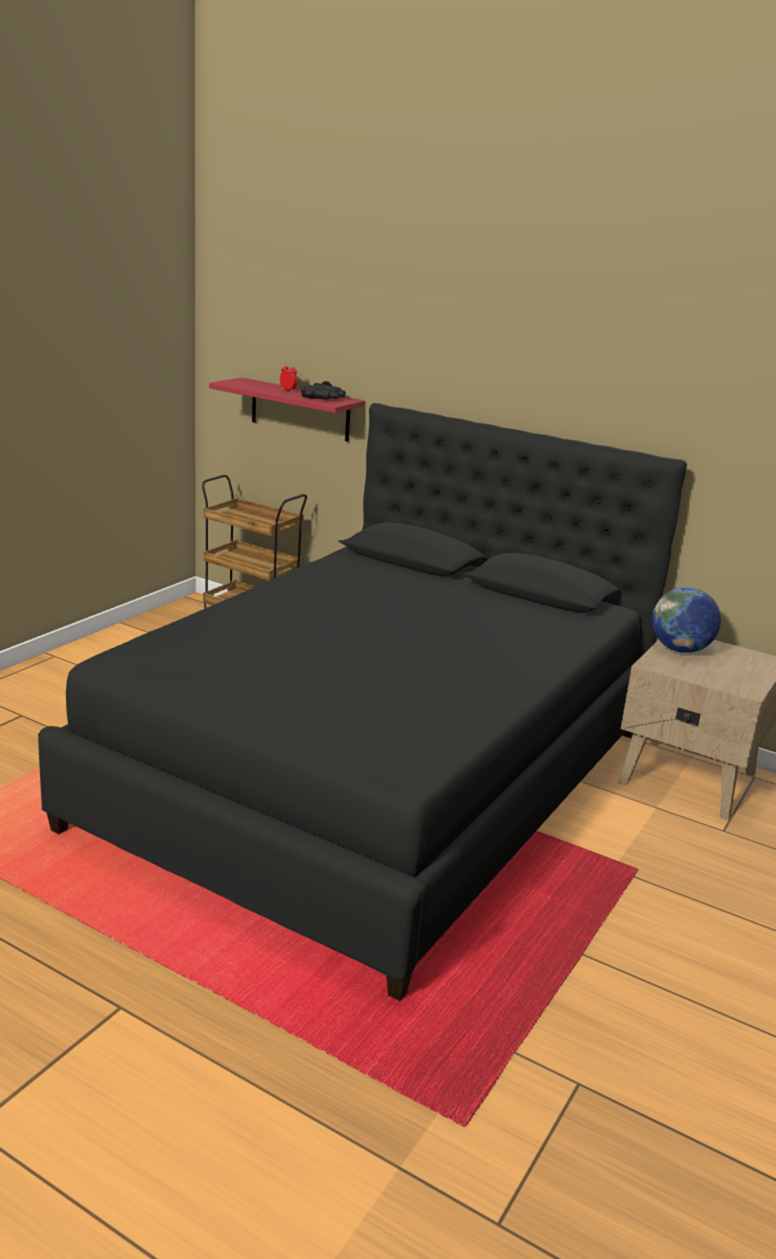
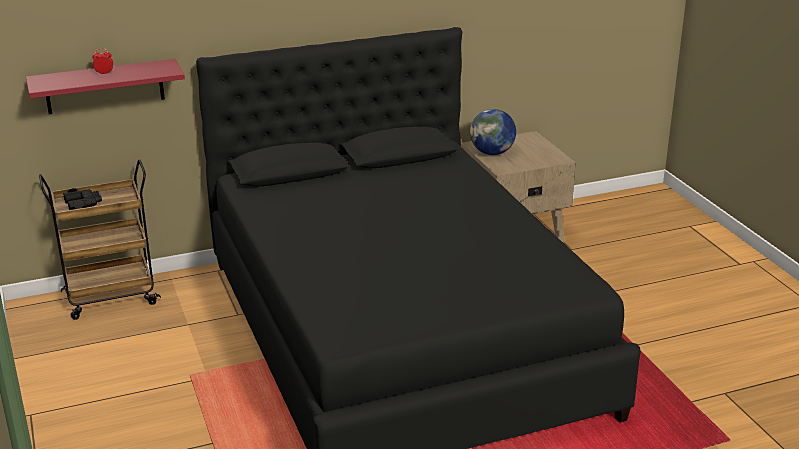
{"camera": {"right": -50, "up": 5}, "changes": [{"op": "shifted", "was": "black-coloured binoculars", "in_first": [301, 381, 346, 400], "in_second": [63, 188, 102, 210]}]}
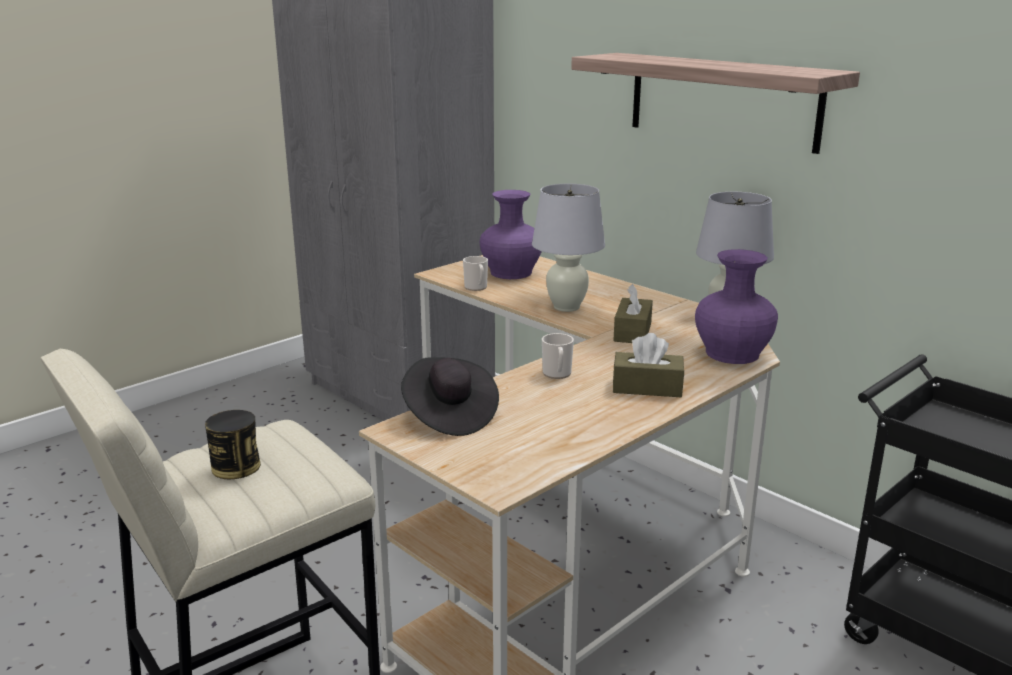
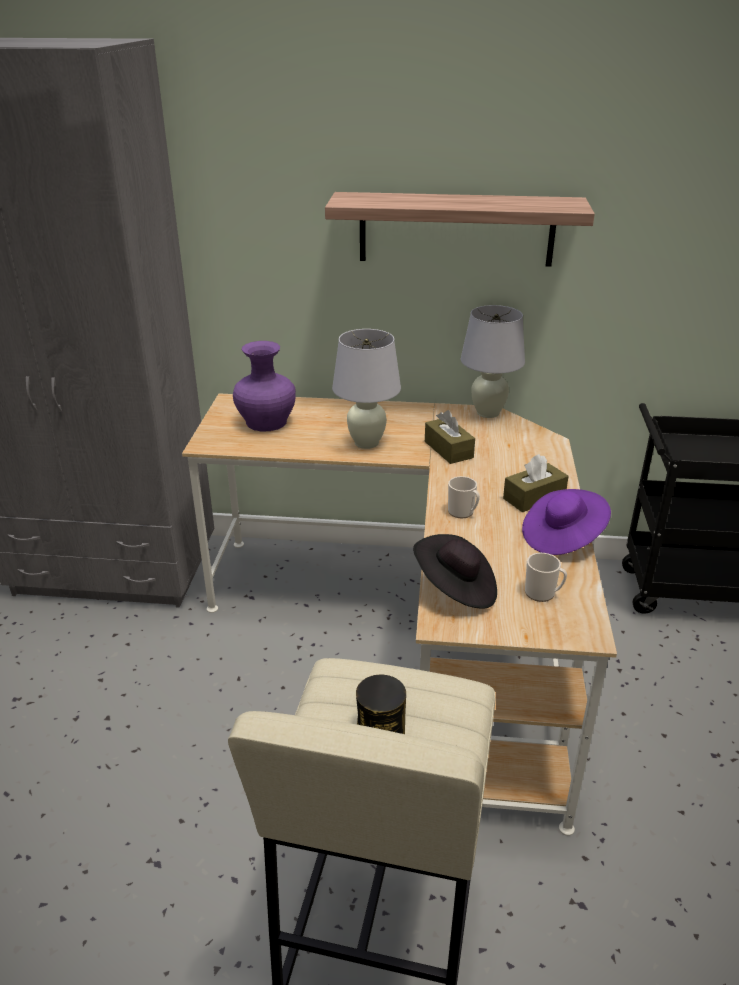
{"camera": {"right": -40, "up": 10}, "changes": [{"op": "new", "now": "purple-coloured hat", "in_second": [522, 489, 611, 555]}, {"op": "shifted", "was": "tea mug", "in_first": [463, 256, 488, 291], "in_second": [525, 553, 567, 602]}, {"op": "gone", "was": "purple-coloured vase", "in_first": [695, 249, 778, 364]}]}
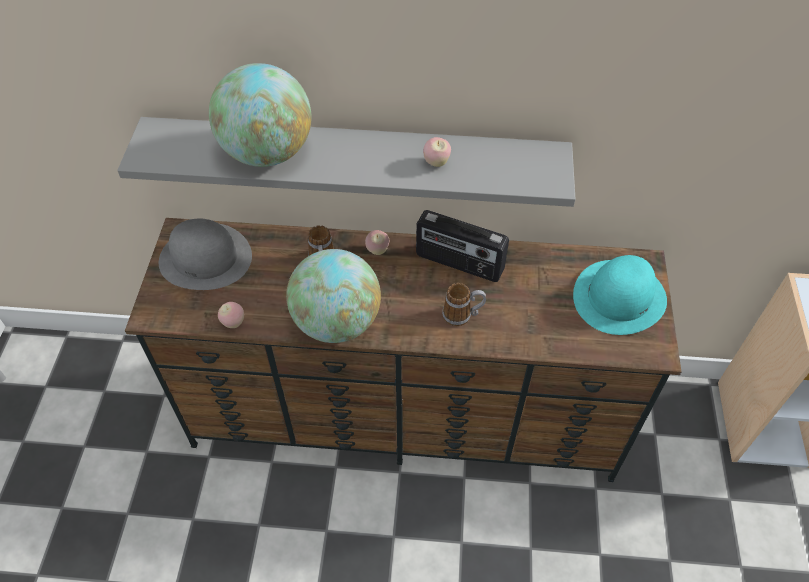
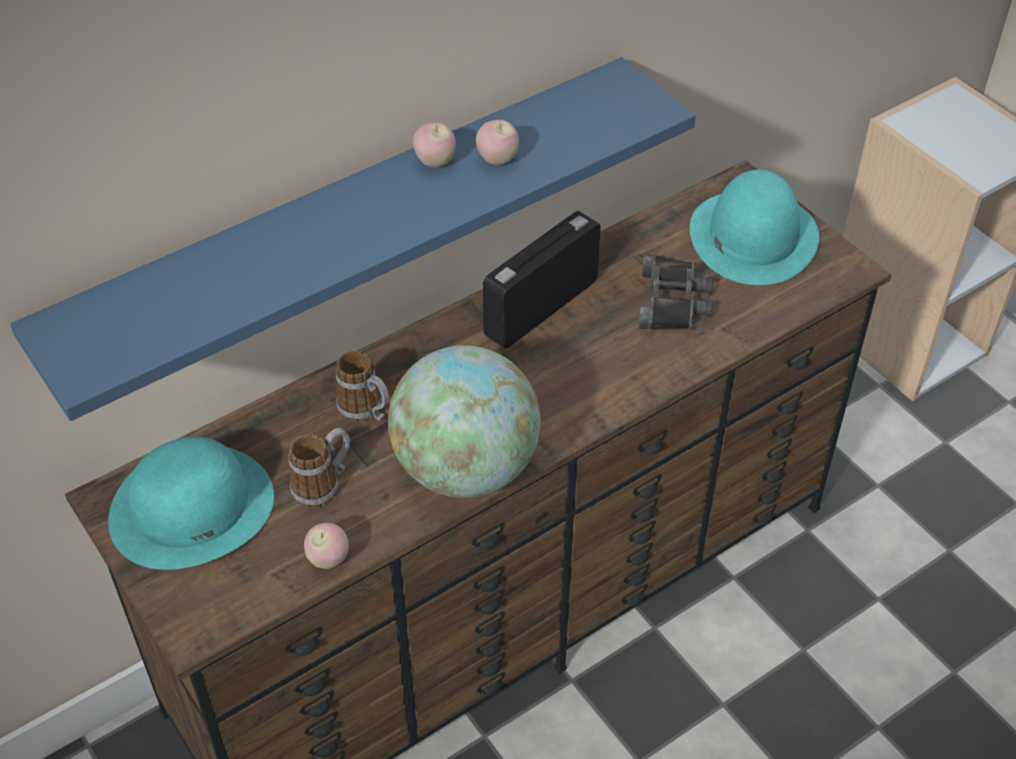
{"camera": {"right": -40, "up": -5}, "changes": [{"op": "repainted", "was": "gray shelf", "now": "blue shelf", "in_first": [117, 117, 575, 207], "in_second": [10, 57, 696, 421]}, {"op": "repainted", "was": "gray hat", "now": "turquoise hat", "in_first": [159, 219, 252, 290], "in_second": [108, 437, 274, 570]}, {"op": "shifted", "was": "tea mug", "in_first": [442, 283, 486, 326], "in_second": [289, 428, 350, 508]}, {"op": "shifted", "was": "apple", "in_first": [365, 230, 389, 255], "in_second": [413, 122, 456, 167]}, {"op": "rotated", "was": "radio", "in_first": [416, 210, 509, 282], "in_second": [483, 211, 601, 349], "clockwise": 150}, {"op": "new", "now": "black-coloured binoculars", "in_second": [639, 254, 713, 329]}, {"op": "gone", "was": "desk globe", "in_first": [209, 63, 311, 167]}]}
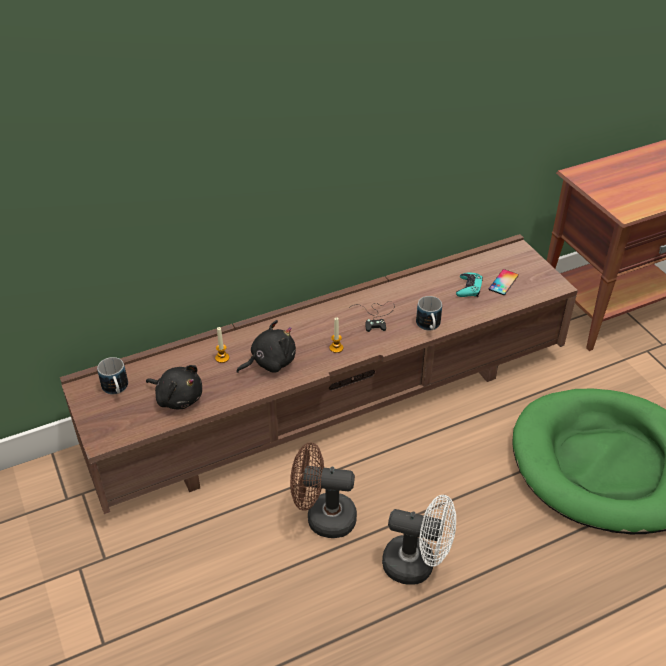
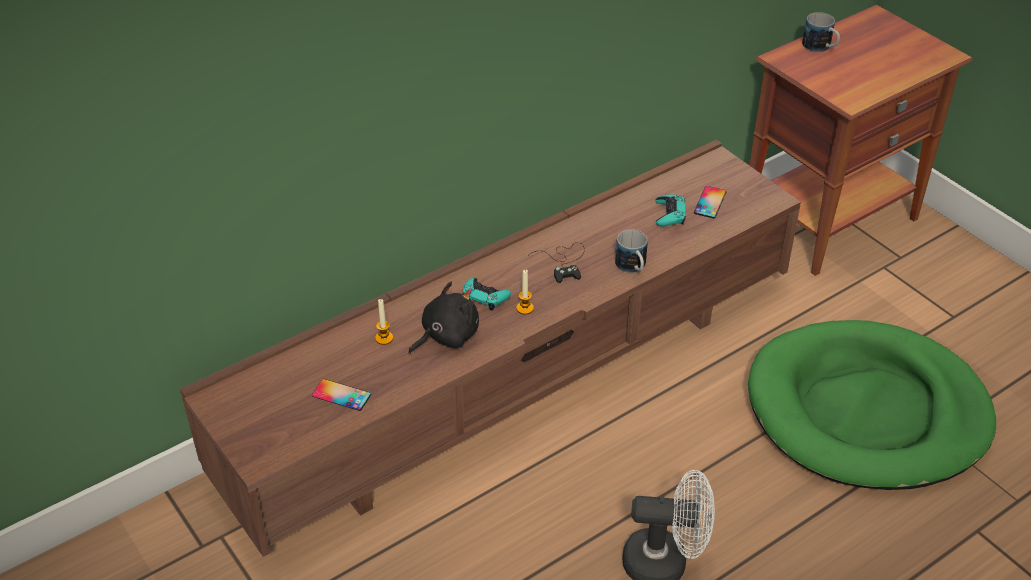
{"camera": {"right": -10, "up": 0}, "changes": [{"op": "swapped", "was": "black-coloured cuddly toy", "now": "phone", "in_first": [146, 365, 202, 409], "in_second": [312, 379, 371, 411]}, {"op": "new", "now": "turquoise gamepad", "in_second": [463, 278, 511, 311]}, {"op": "shifted", "was": "tea mug", "in_first": [97, 357, 128, 394], "in_second": [802, 12, 840, 52]}, {"op": "gone", "was": "brown-coloured cooling fan", "in_first": [290, 442, 357, 538]}]}
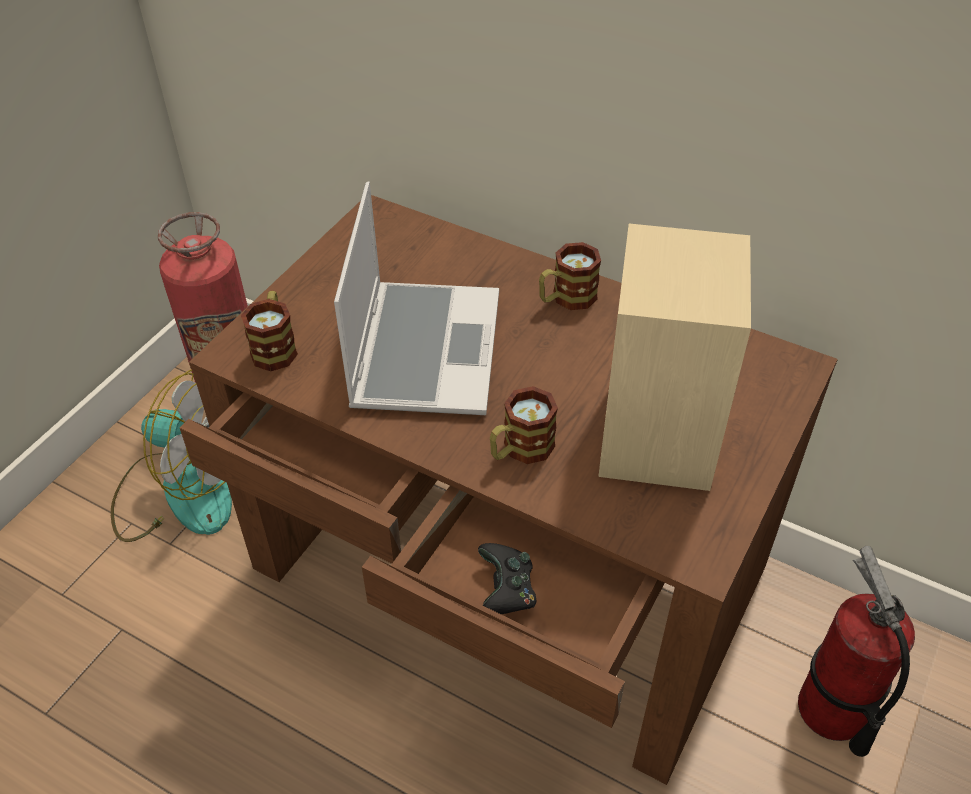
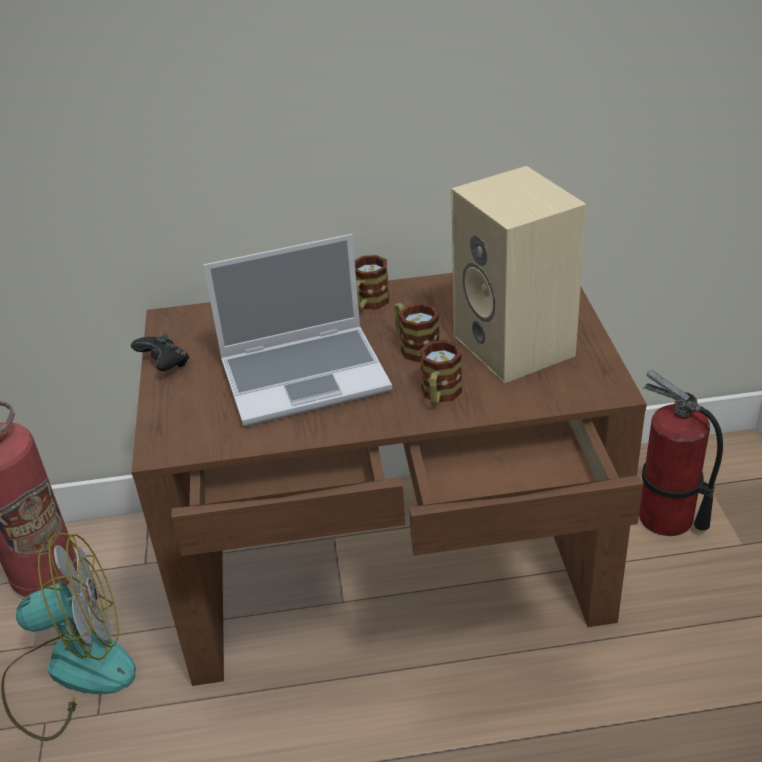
{"camera": {"right": -35, "up": -10}, "changes": [{"op": "shifted", "was": "black-coloured gamepad", "in_first": [478, 543, 536, 614], "in_second": [131, 334, 189, 371]}, {"op": "rotated", "was": "portable computer", "in_first": [334, 181, 499, 415], "in_second": [203, 234, 392, 426], "clockwise": 105}, {"op": "shifted", "was": "tea mug", "in_first": [241, 291, 298, 371], "in_second": [394, 303, 440, 363]}]}
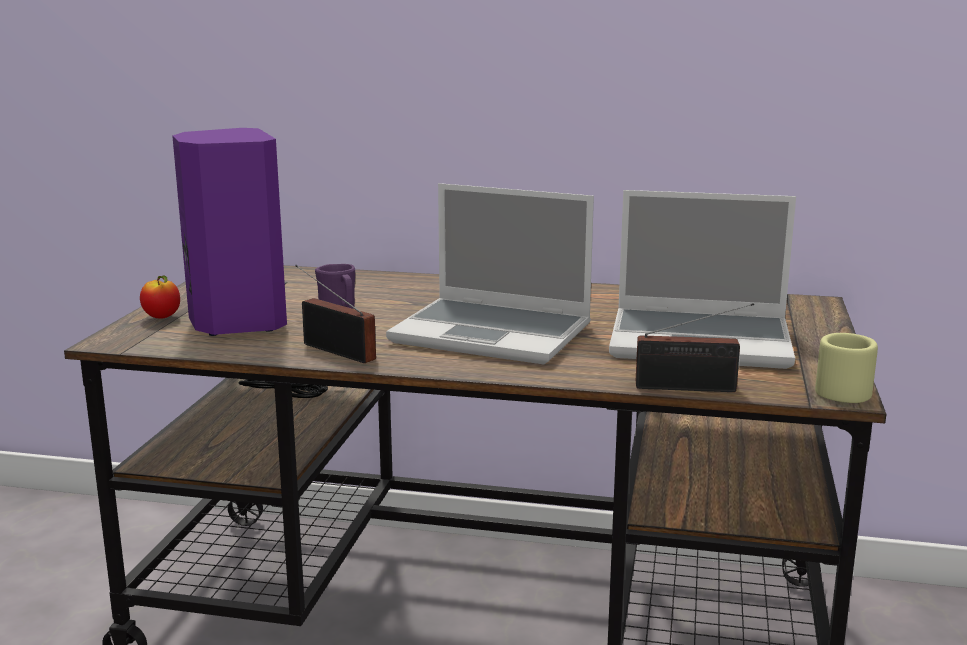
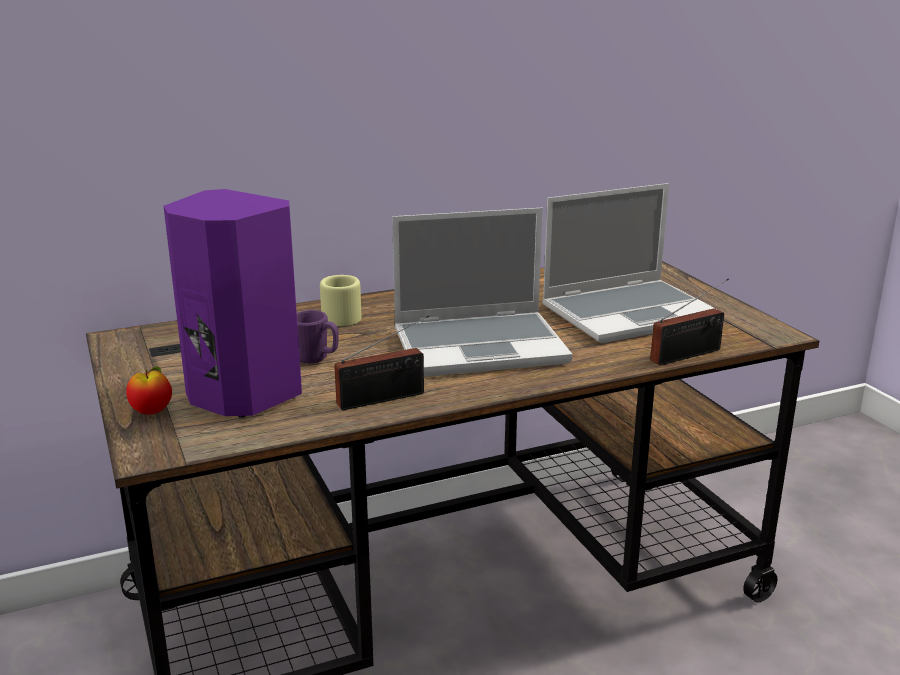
{"camera": {"right": -35, "up": 5}, "changes": [{"op": "shifted", "was": "beige-coloured tea mug", "in_first": [815, 333, 878, 403], "in_second": [320, 275, 362, 326]}, {"op": "rotated", "was": "radio", "in_first": [295, 265, 376, 363], "in_second": [334, 315, 429, 410], "clockwise": 150}]}
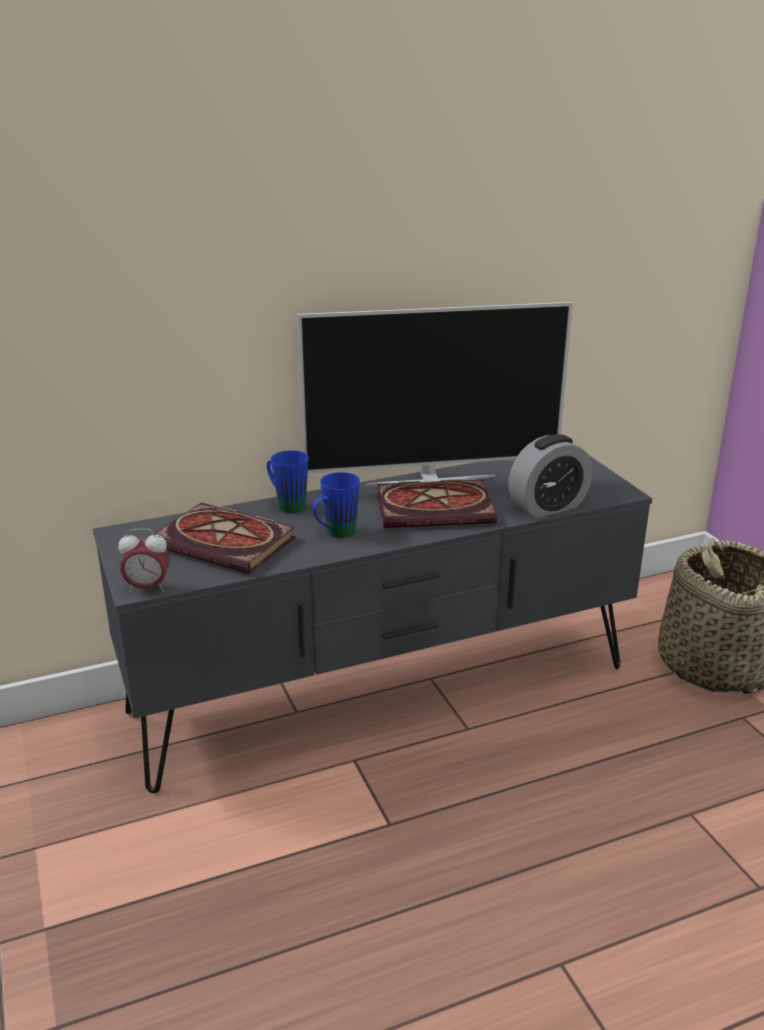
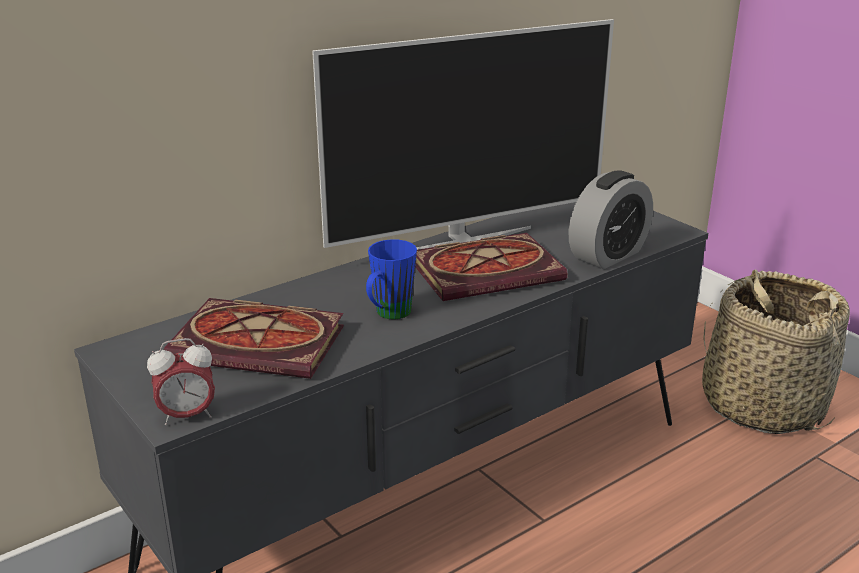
{"camera": {"right": -15, "up": 0}, "changes": [{"op": "gone", "was": "blue tea mug", "in_first": [267, 450, 309, 513]}]}
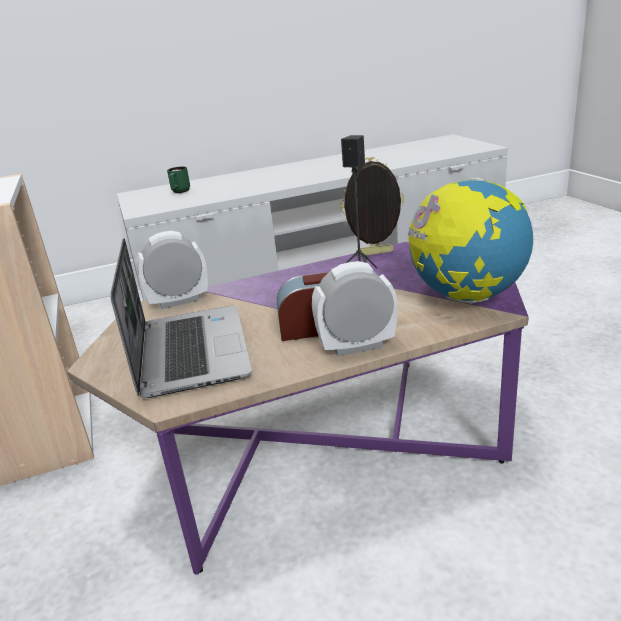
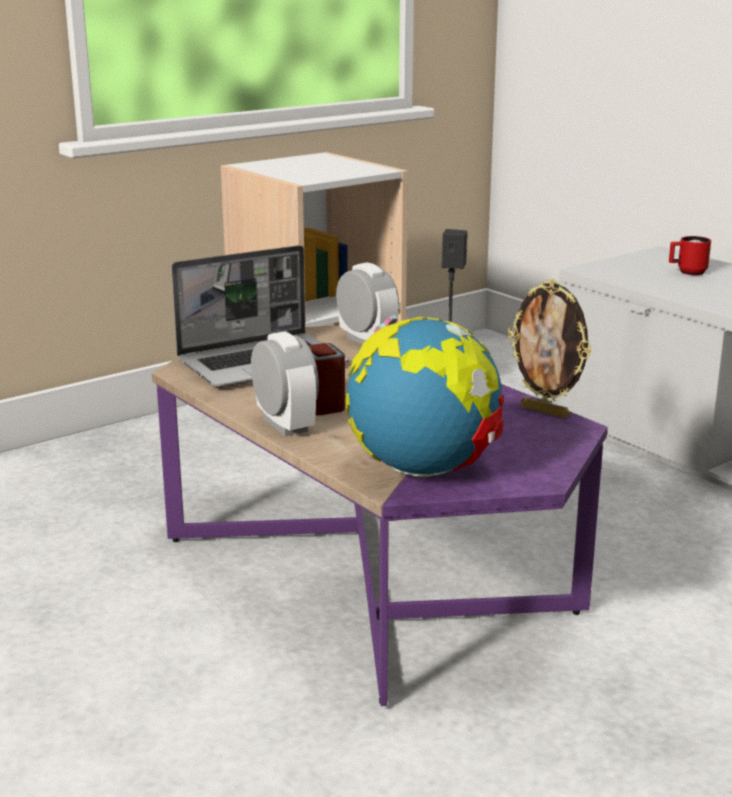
{"camera": {"right": 70, "up": -5}, "changes": [{"op": "rotated", "was": "standing frame", "in_first": [340, 157, 404, 255], "in_second": [508, 279, 591, 419], "clockwise": 150}, {"op": "repainted", "was": "green tea mug", "now": "red tea mug", "in_first": [167, 166, 190, 193], "in_second": [669, 236, 711, 275]}]}
